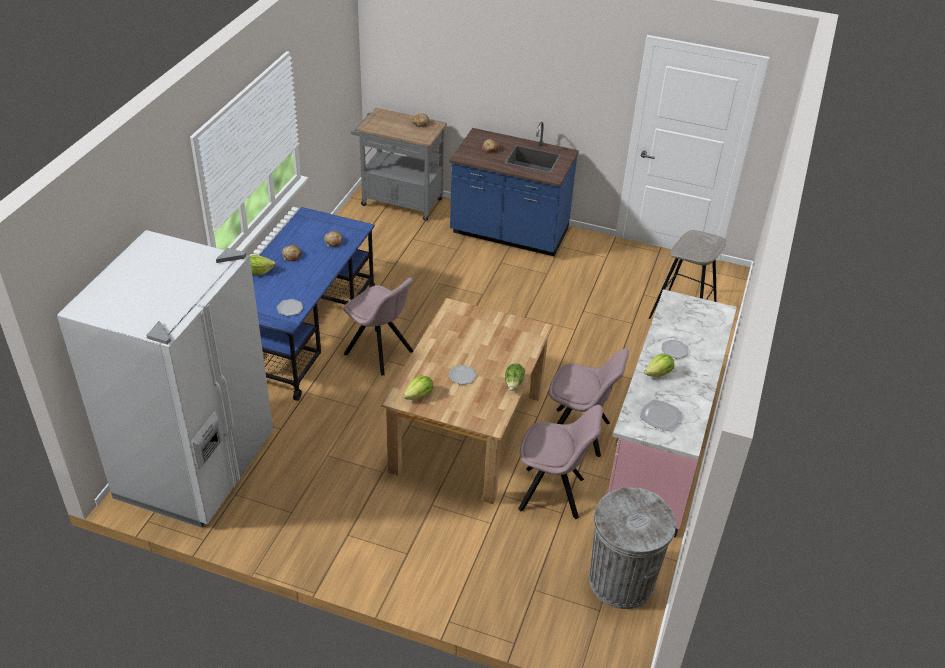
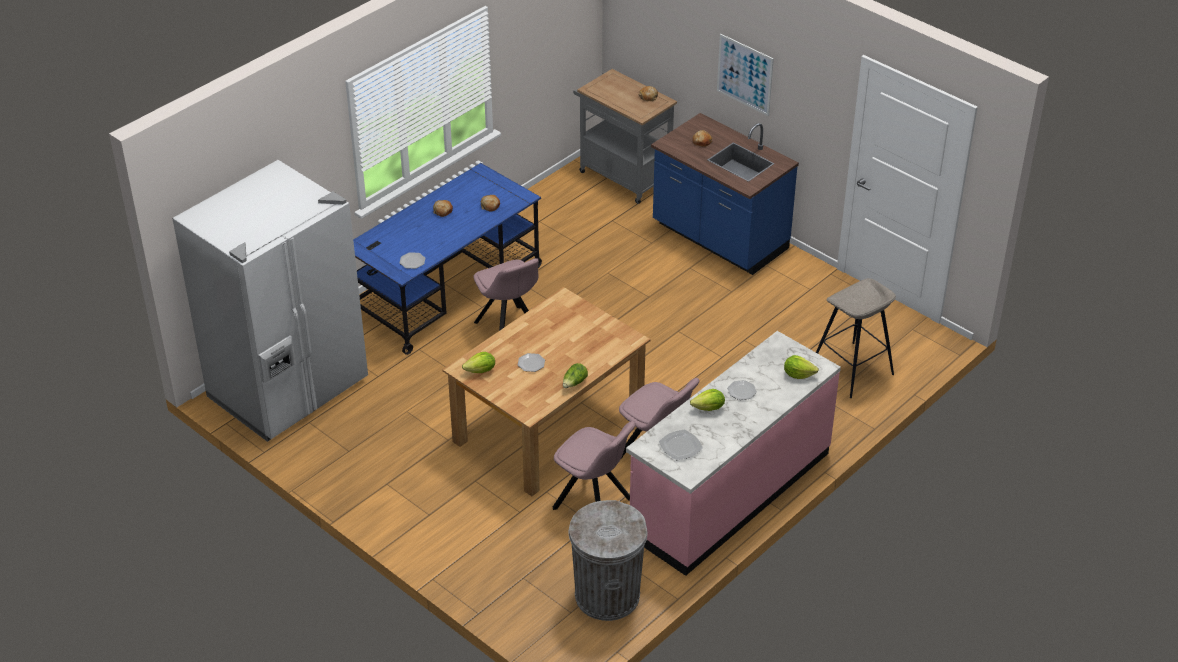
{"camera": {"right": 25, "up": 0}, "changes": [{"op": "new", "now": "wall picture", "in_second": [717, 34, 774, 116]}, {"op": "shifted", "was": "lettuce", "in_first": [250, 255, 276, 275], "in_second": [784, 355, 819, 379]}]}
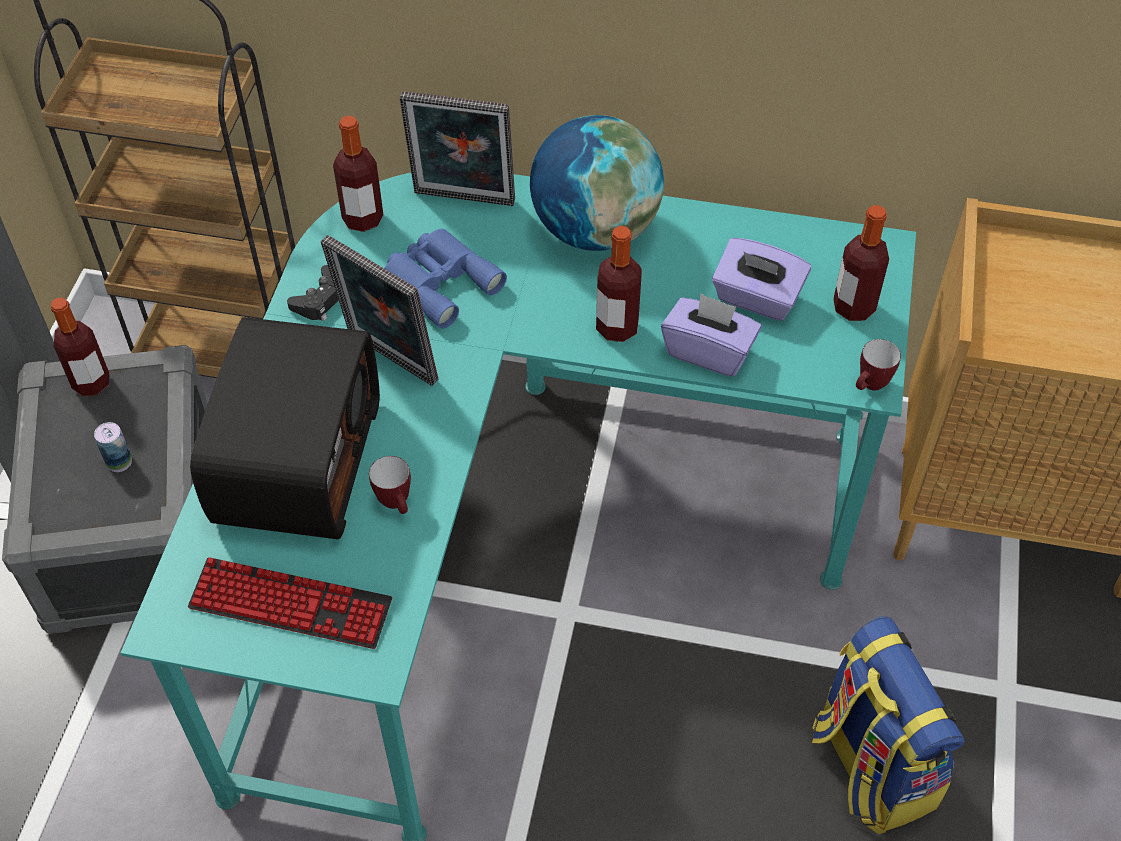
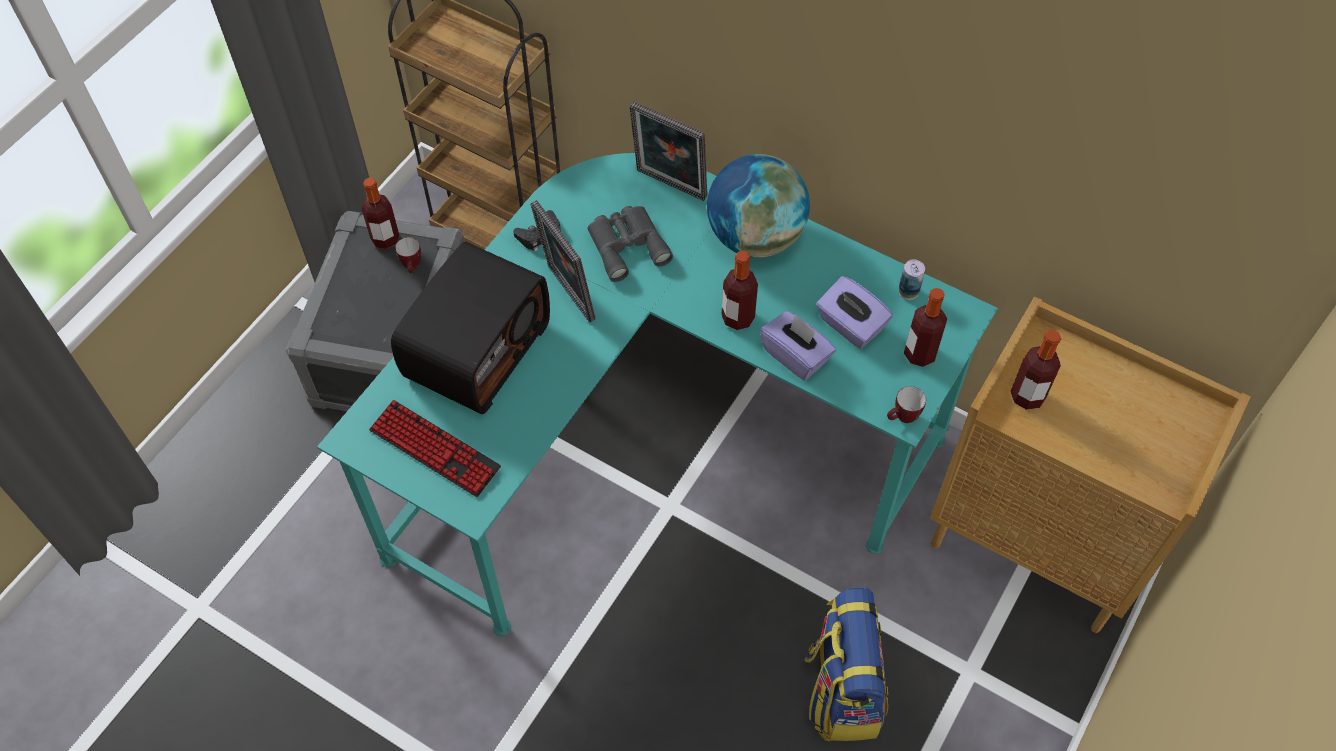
{"camera": {"right": 20, "up": 5}, "changes": [{"op": "shifted", "was": "tea mug", "in_first": [369, 456, 411, 514], "in_second": [395, 237, 421, 273]}, {"op": "repainted", "was": "blue binoculars", "now": "gray binoculars", "in_first": [384, 229, 507, 329], "in_second": [587, 206, 673, 282]}, {"op": "shifted", "was": "can", "in_first": [94, 422, 132, 472], "in_second": [898, 259, 925, 300]}, {"op": "shifted", "was": "drink bottle", "in_first": [333, 116, 384, 232], "in_second": [1010, 330, 1061, 410]}]}
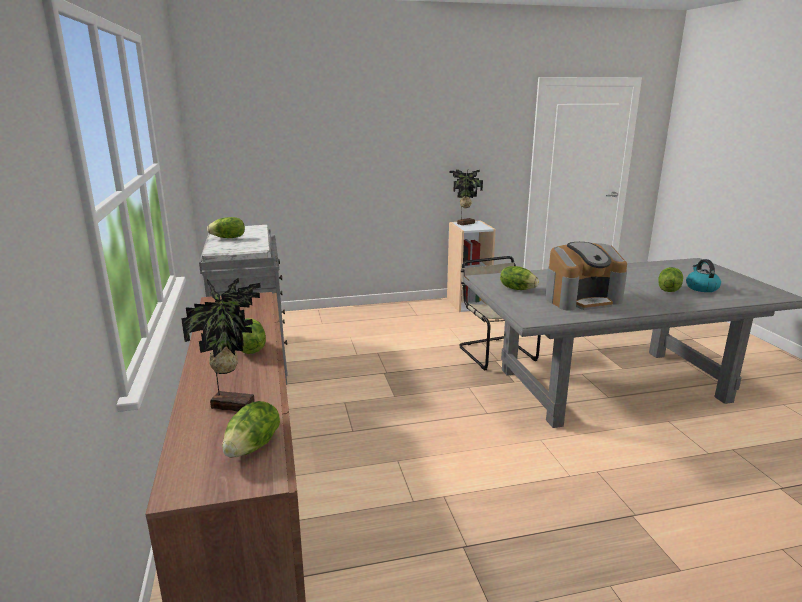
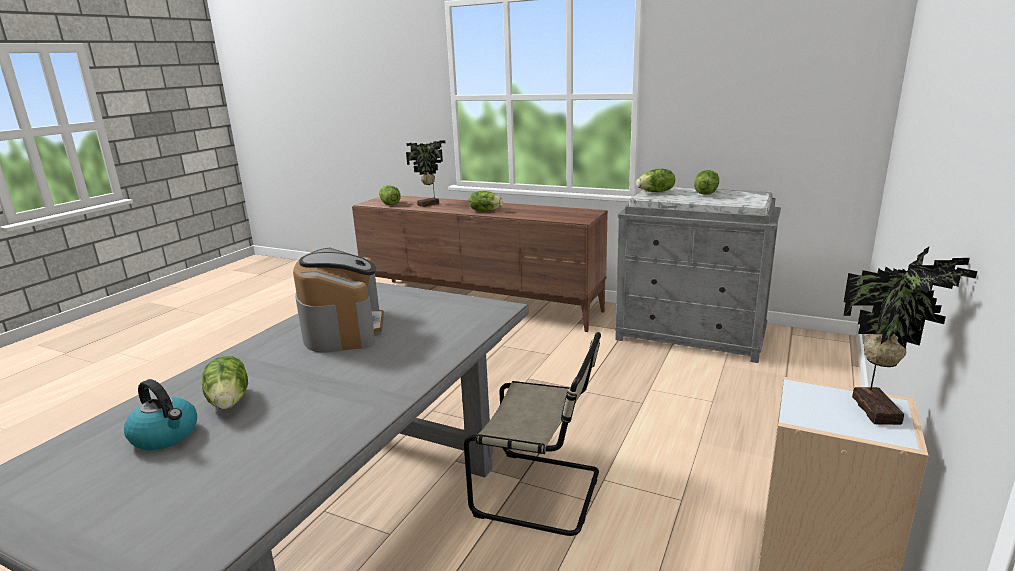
{"camera": {"right": 130, "up": 0}, "changes": [{"op": "rotated", "was": "coffee brewer", "in_first": [545, 242, 627, 311], "in_second": [293, 248, 384, 353], "clockwise": 150}, {"op": "shifted", "was": "lettuce", "in_first": [500, 266, 539, 290], "in_second": [636, 169, 675, 192]}]}
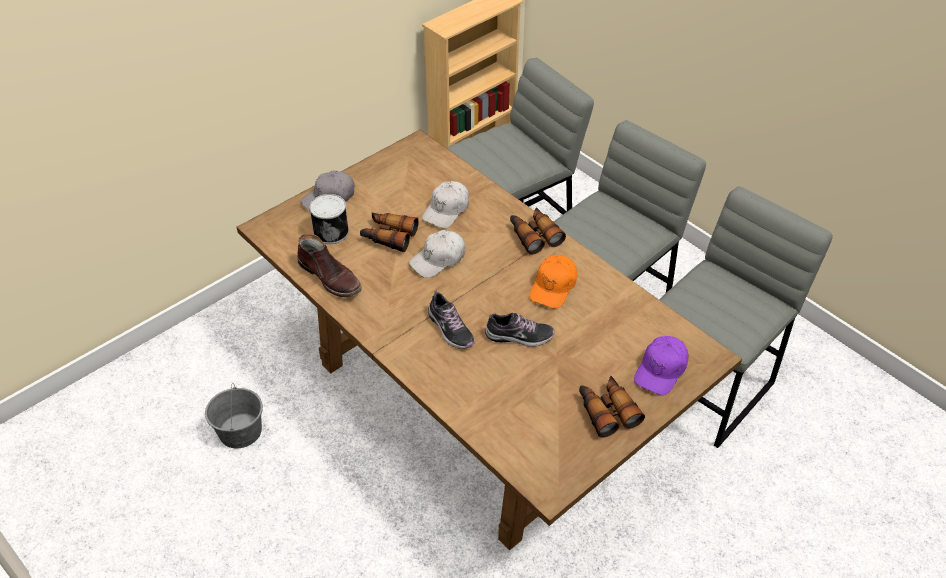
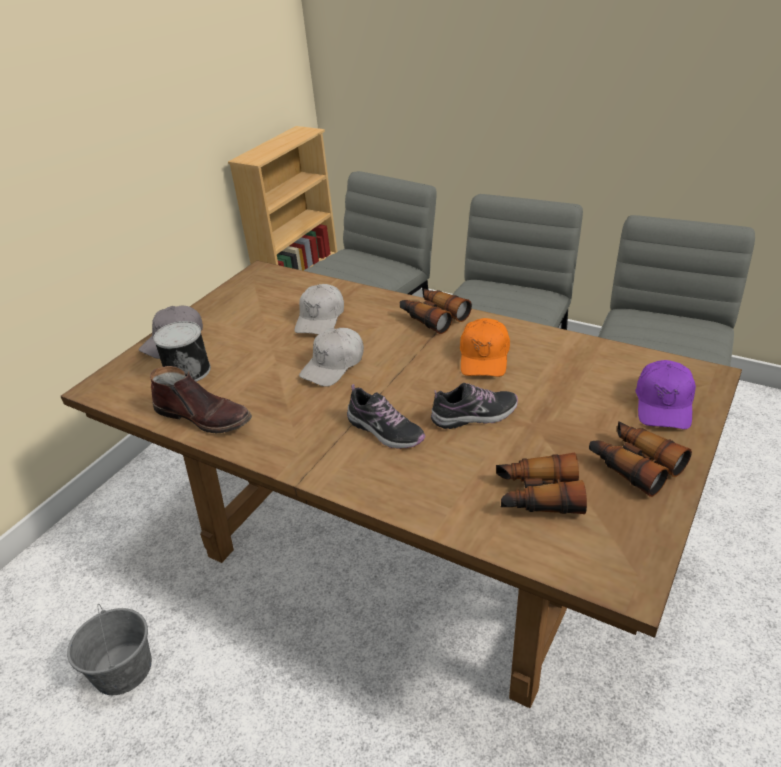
{"camera": {"right": -15, "up": -10}, "changes": [{"op": "shifted", "was": "binoculars", "in_first": [360, 213, 419, 252], "in_second": [496, 453, 587, 514]}]}
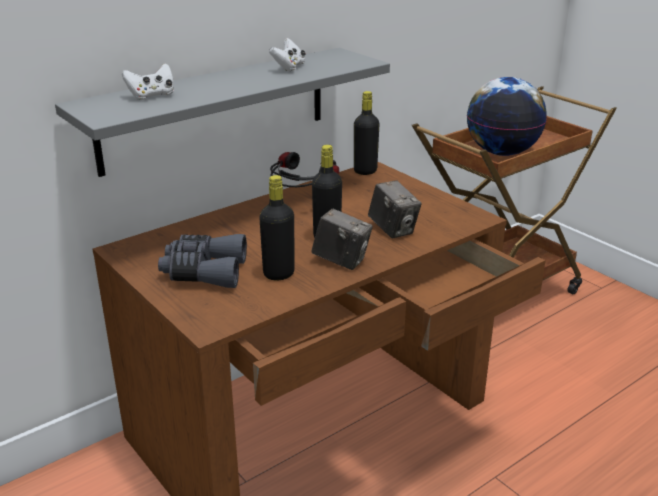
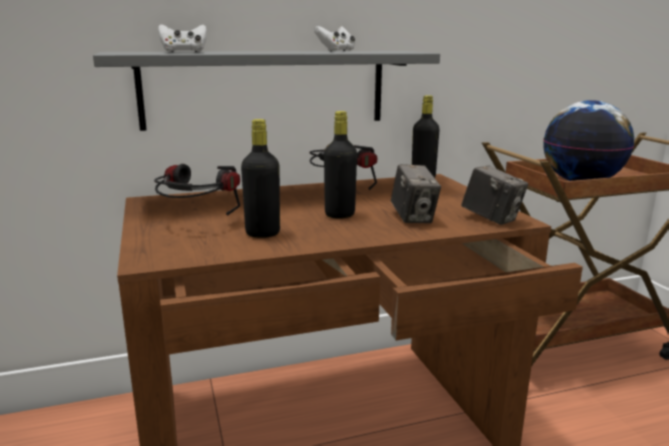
{"camera": {"right": 20, "up": -10}, "changes": [{"op": "swapped", "was": "gray binoculars", "now": "headphones", "in_first": [158, 234, 247, 288], "in_second": [154, 164, 240, 215]}, {"op": "shifted", "was": "still camera", "in_first": [312, 208, 373, 270], "in_second": [461, 165, 528, 225]}]}
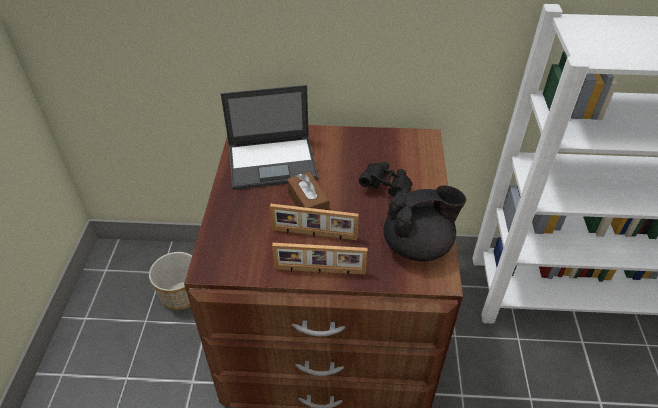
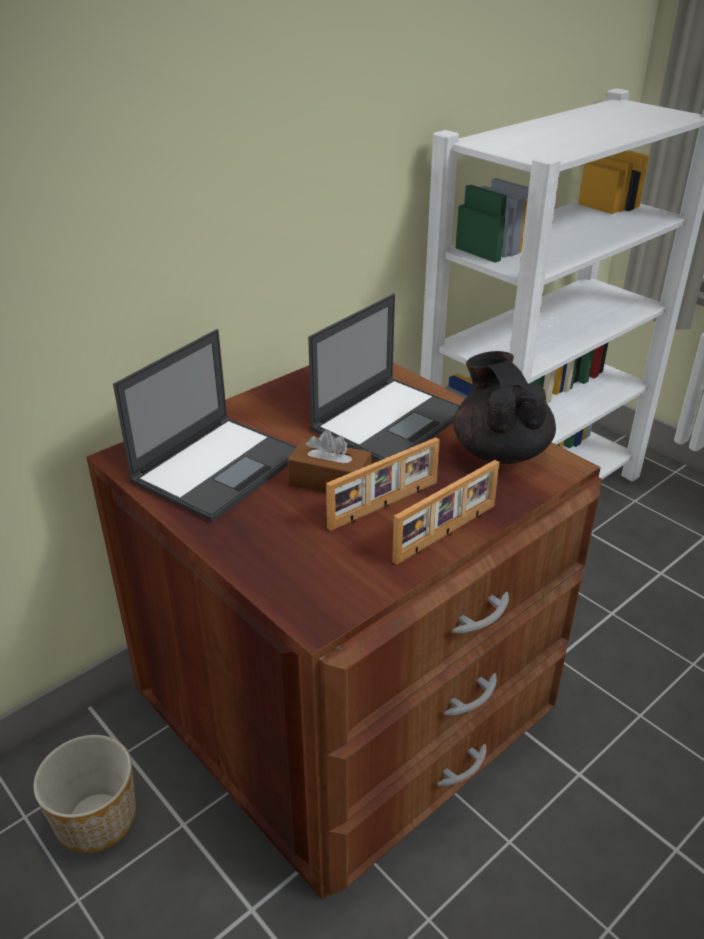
{"camera": {"right": -45, "up": -10}, "changes": [{"op": "swapped", "was": "black-coloured binoculars", "now": "portable computer", "in_first": [359, 161, 412, 196], "in_second": [308, 294, 460, 461]}, {"op": "rotated", "was": "black-coloured teapot", "in_first": [383, 185, 466, 262], "in_second": [453, 351, 556, 464], "clockwise": -45}]}
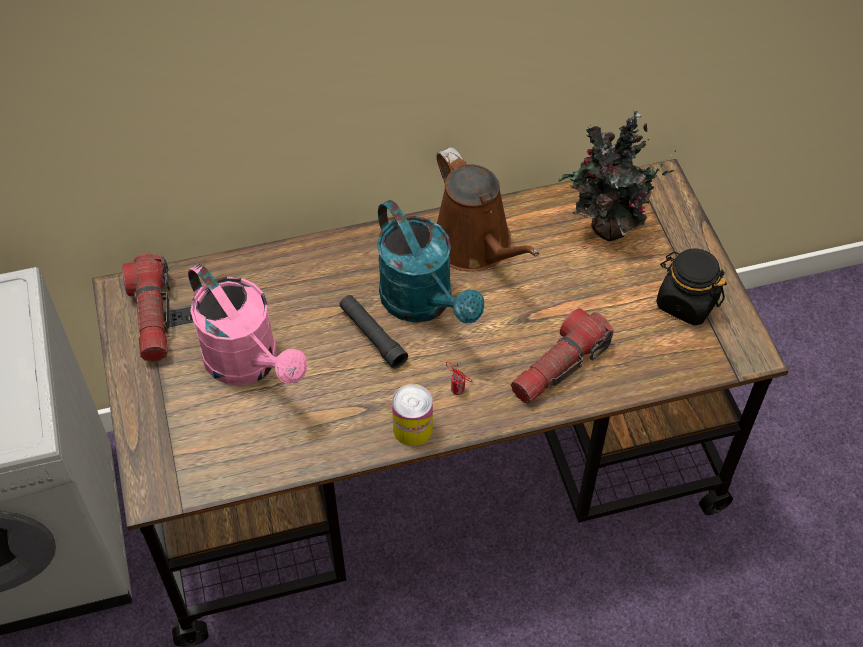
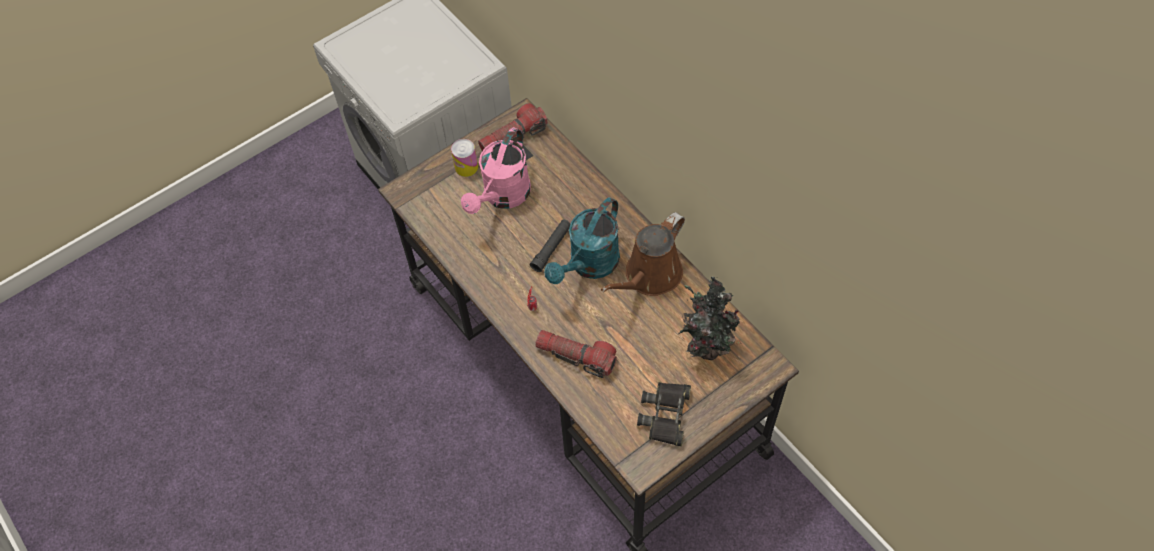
{"camera": {"right": 70, "up": 5}, "changes": [{"op": "shifted", "was": "can", "in_first": [392, 384, 433, 446], "in_second": [451, 139, 478, 177]}, {"op": "swapped", "was": "black-coloured storage jar", "now": "black-coloured binoculars", "in_first": [656, 248, 727, 326], "in_second": [637, 382, 691, 446]}]}
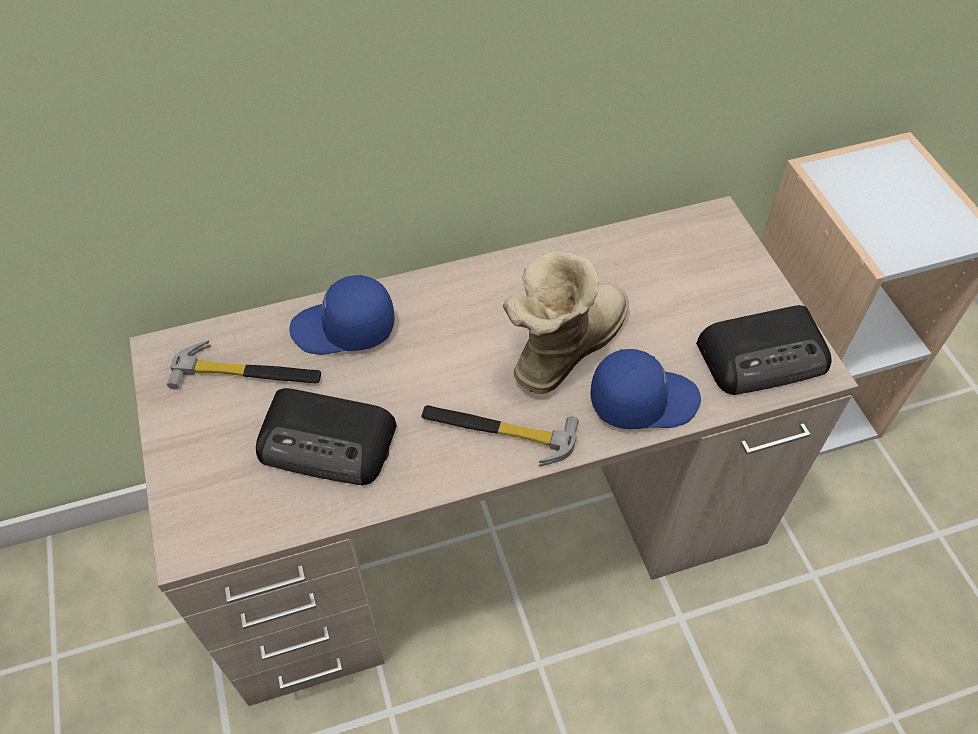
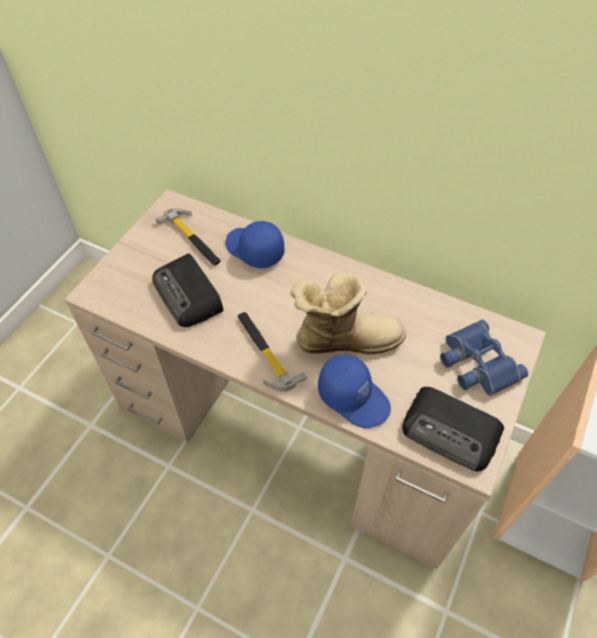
{"camera": {"right": 45, "up": 0}, "changes": [{"op": "new", "now": "blue binoculars", "in_second": [440, 320, 528, 396]}]}
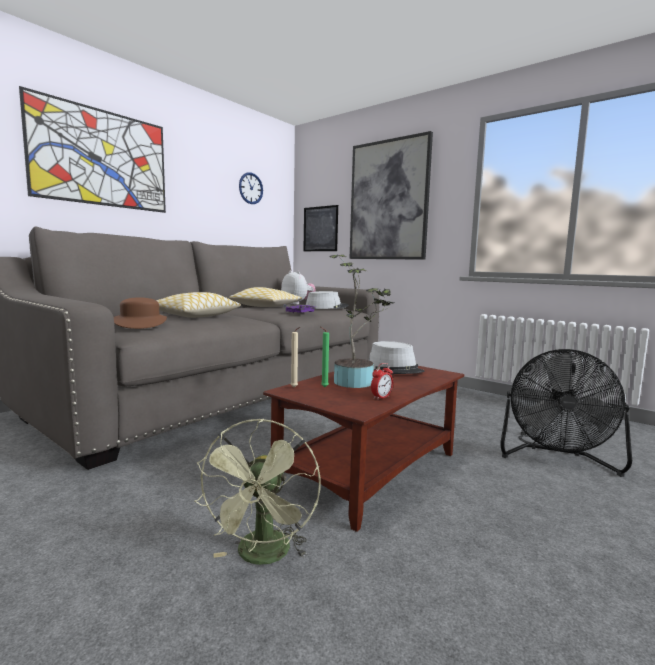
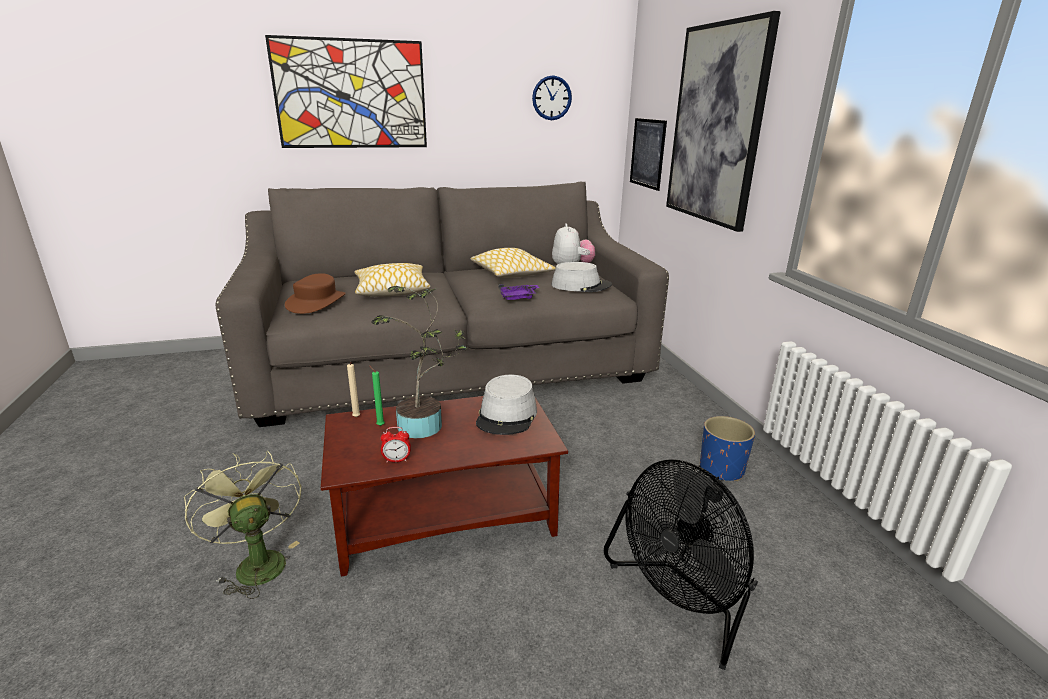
{"camera": {"right": 35, "up": 15}, "changes": [{"op": "rotated", "was": "green cooling fan", "in_first": [194, 418, 321, 565], "in_second": [184, 451, 301, 599], "clockwise": 105}, {"op": "new", "now": "blue planter", "in_second": [700, 416, 755, 481]}]}
